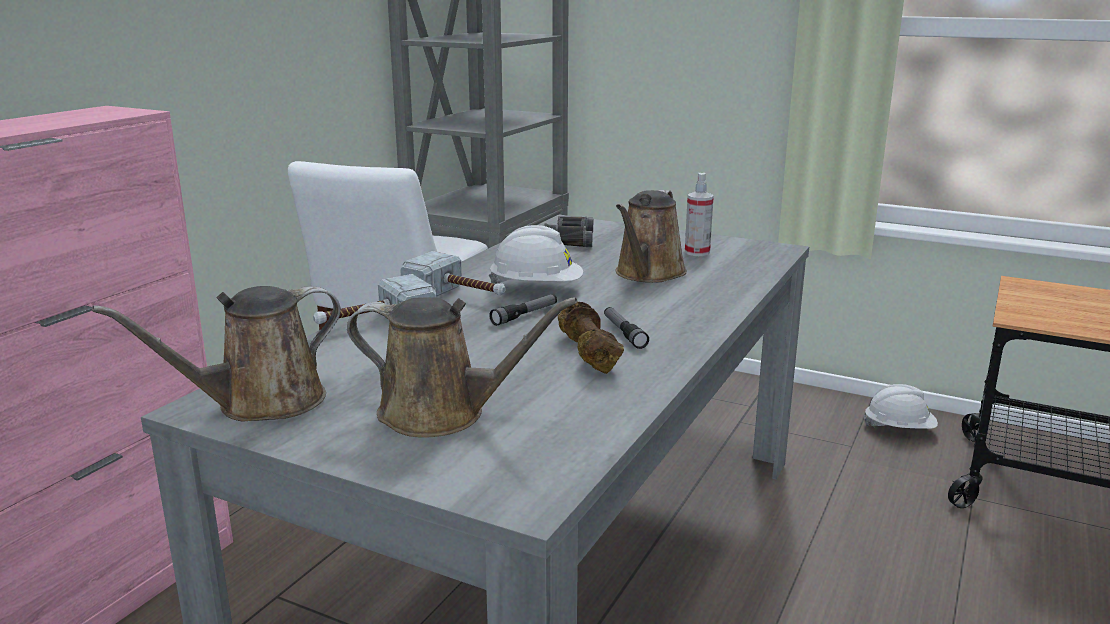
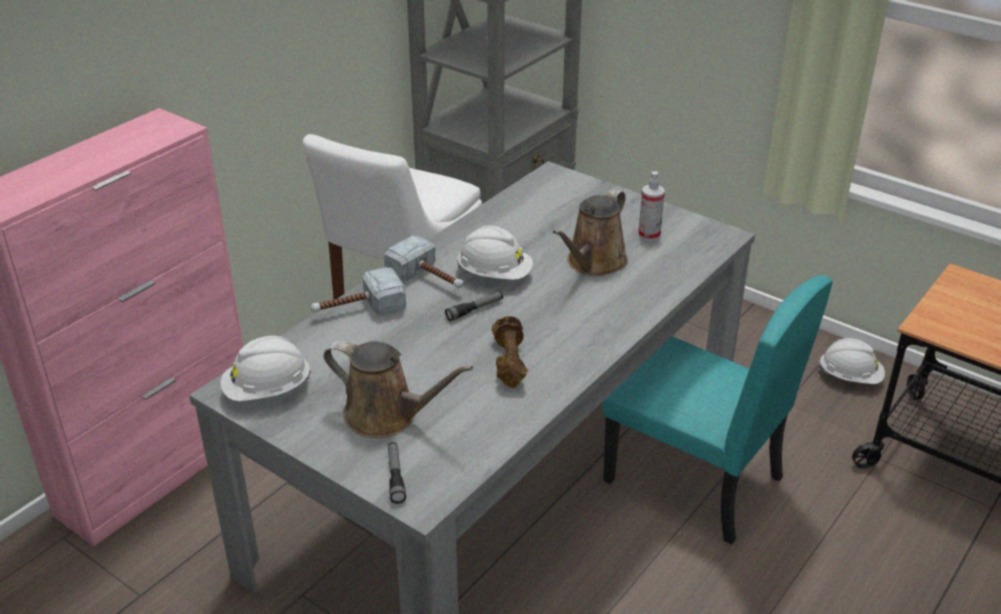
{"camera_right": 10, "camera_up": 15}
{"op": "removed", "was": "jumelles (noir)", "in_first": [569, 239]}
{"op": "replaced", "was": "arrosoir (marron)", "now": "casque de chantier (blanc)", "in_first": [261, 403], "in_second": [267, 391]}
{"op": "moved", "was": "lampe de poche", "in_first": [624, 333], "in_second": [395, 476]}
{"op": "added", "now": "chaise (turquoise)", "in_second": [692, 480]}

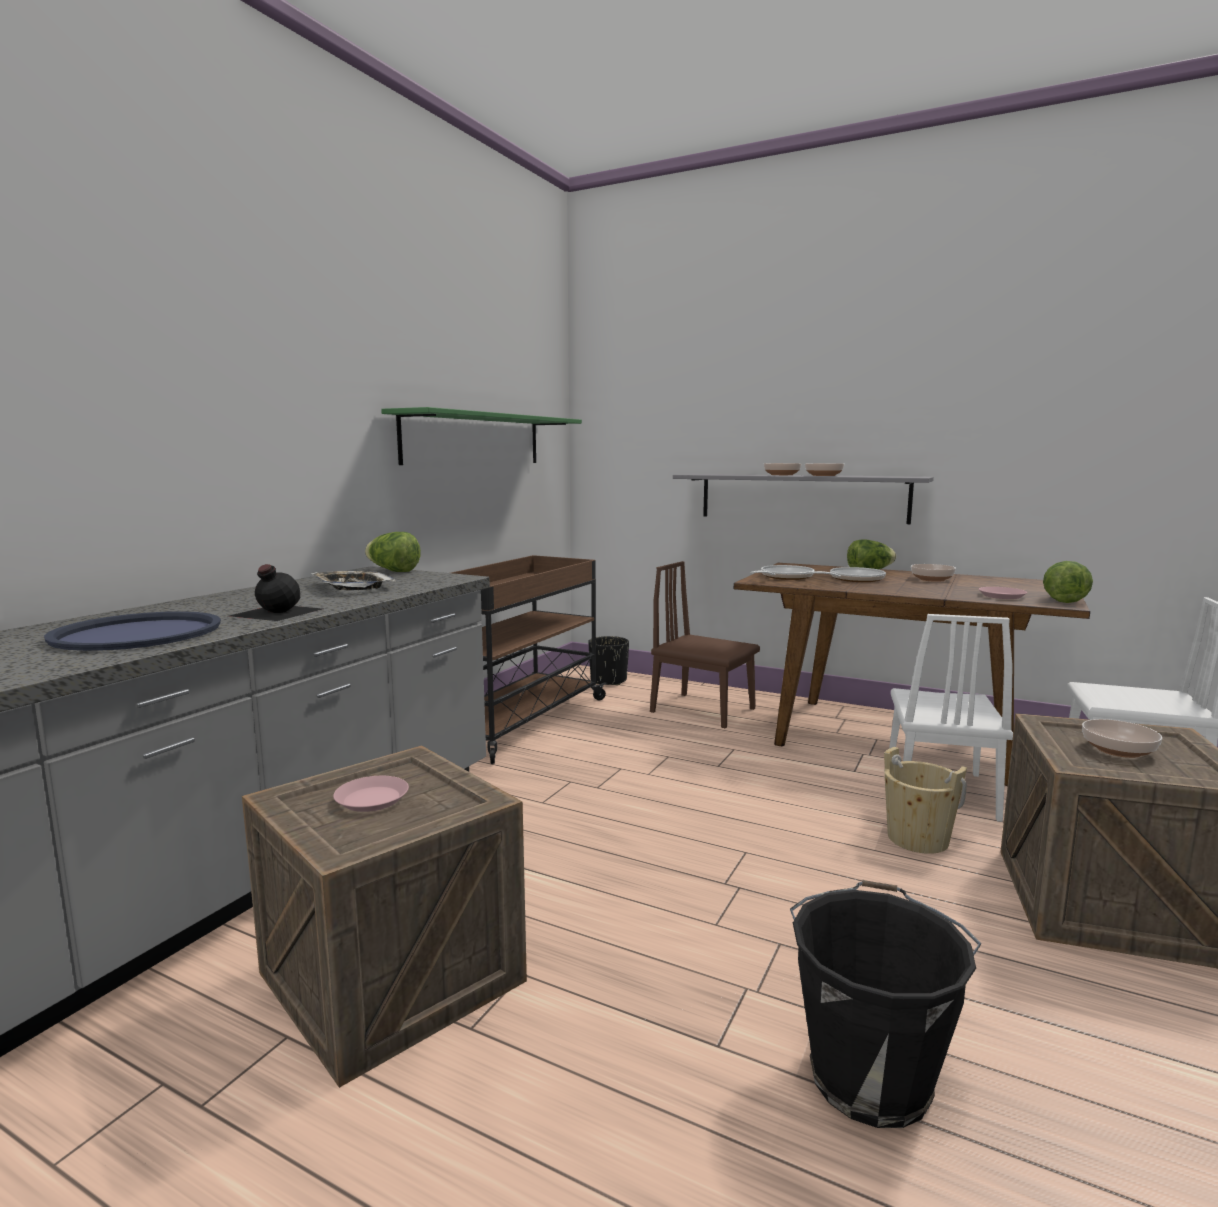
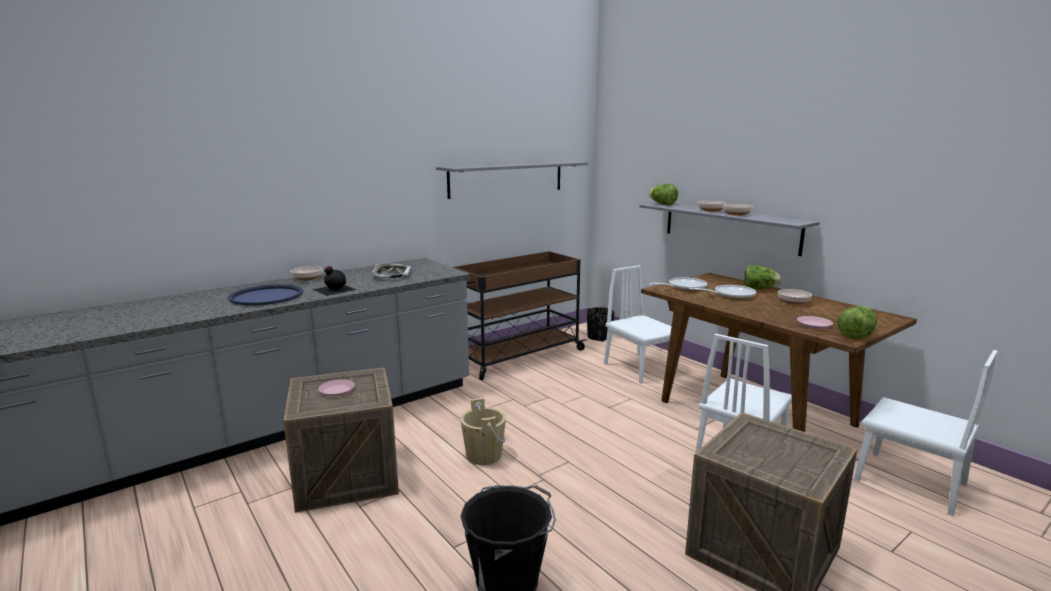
{"camera_right": 25, "camera_up": 5}
{"op": "recoloured", "was": "étagère (vert)", "now": "étagère (gris)", "in_first": [474, 439], "in_second": [507, 178]}
{"op": "moved", "was": "laitue", "in_first": [393, 571], "in_second": [662, 204]}
{"op": "recoloured", "was": "chaise (marron)", "now": "chaise (blanc)", "in_first": [703, 710], "in_second": [640, 368]}
{"op": "moved", "was": "bol", "in_first": [1120, 750], "in_second": [307, 278]}
{"op": "moved", "was": "seau (beige)", "in_first": [917, 839], "in_second": [484, 455]}

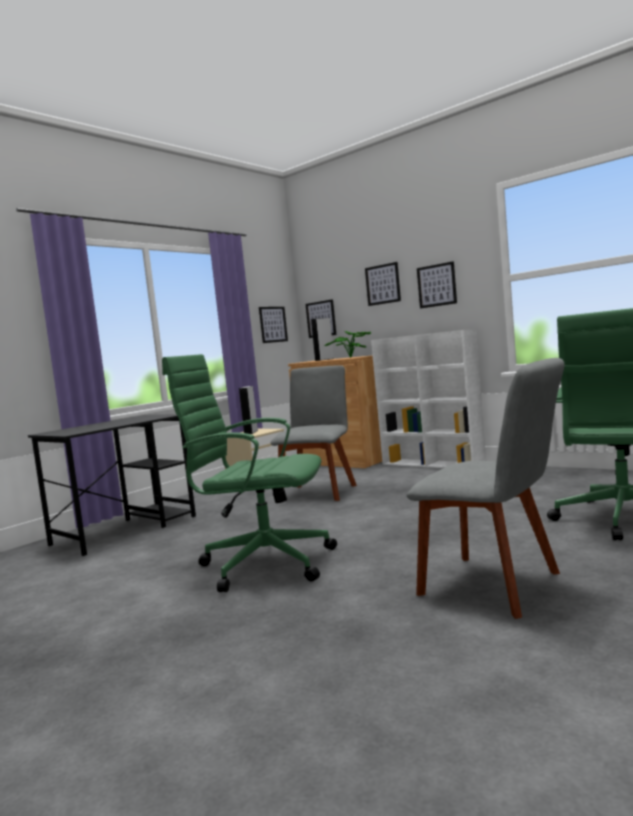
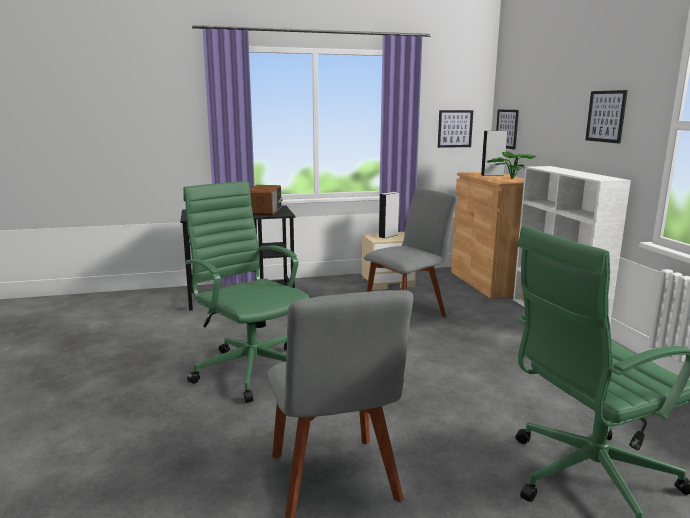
{"camera_right": 35, "camera_up": 10}
{"op": "removed", "was": "tableau", "in_first": [383, 284]}
{"op": "added", "now": "radio", "in_second": [265, 211]}

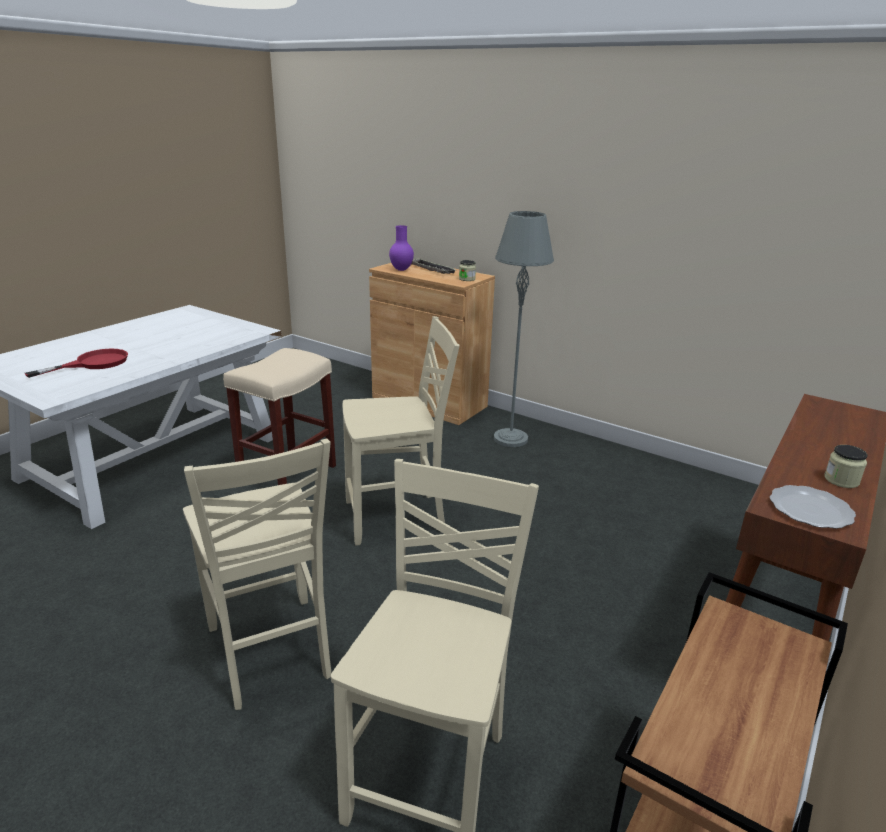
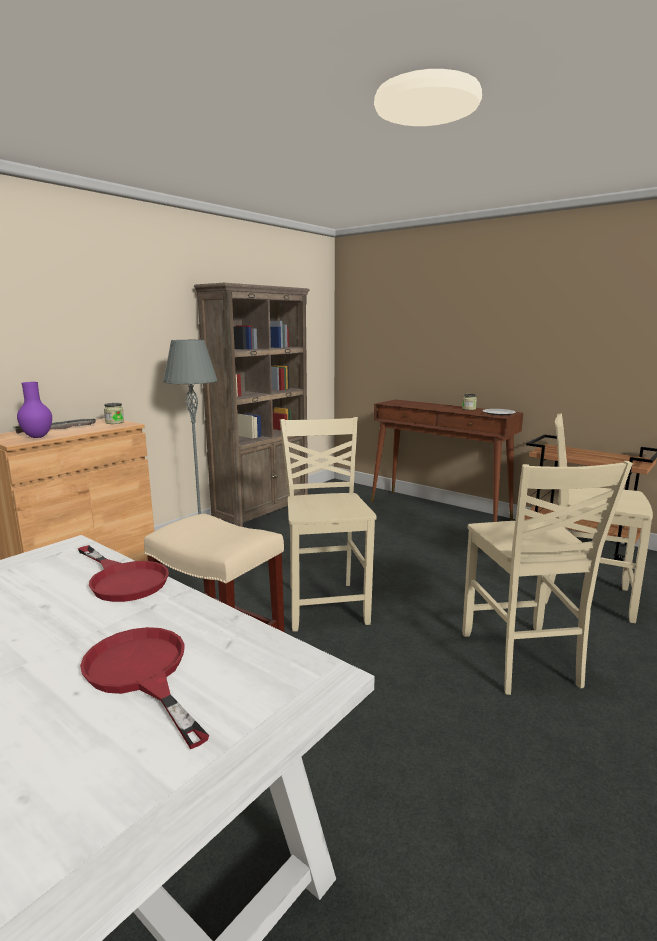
{"camera_right": -85, "camera_up": -10}
{"op": "turned", "was": "chaise (beige)", "in_first": [270, 653], "in_second": [521, 660], "clockwise": 105}
{"op": "added", "now": "bibliothèque (marron)", "in_second": [263, 513]}
{"op": "added", "now": "poêle (rouge)", "in_second": [123, 579]}

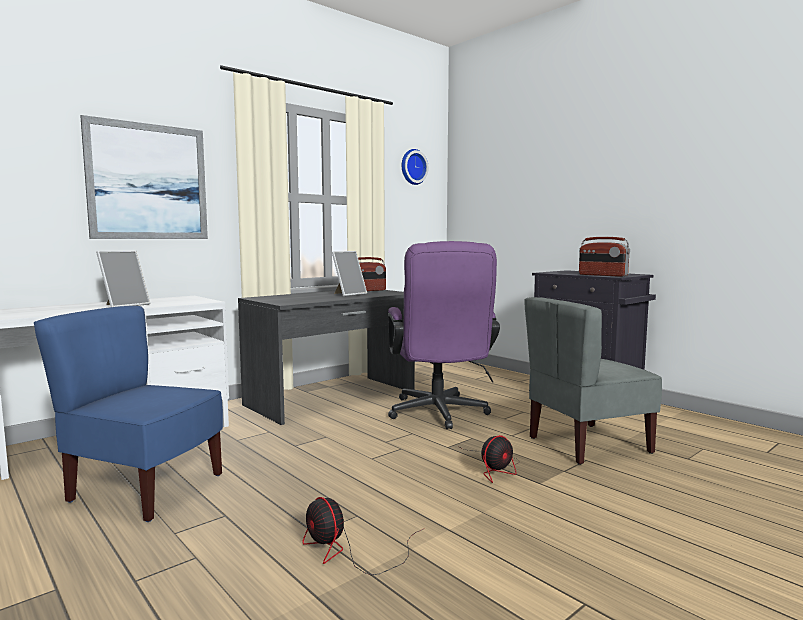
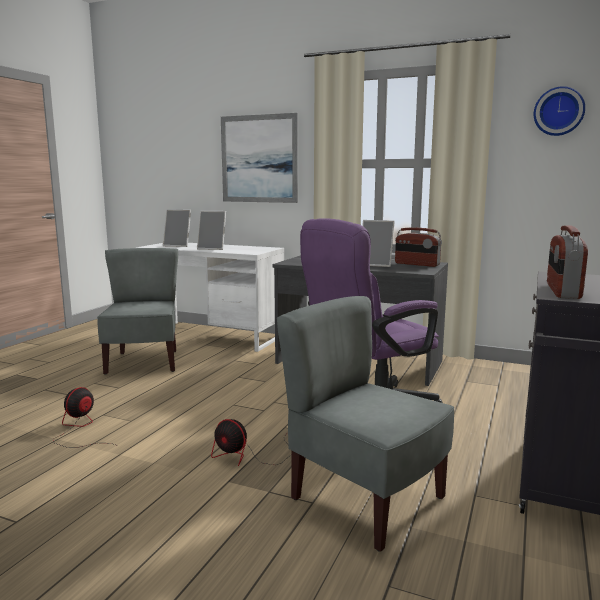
{"camera_right": 65, "camera_up": 5}
{"op": "recoloured", "was": "chaise (bleu)", "now": "chaise (gris)", "in_first": [144, 489], "in_second": [144, 362]}
{"op": "added", "now": "cadre photo", "in_second": [178, 245]}

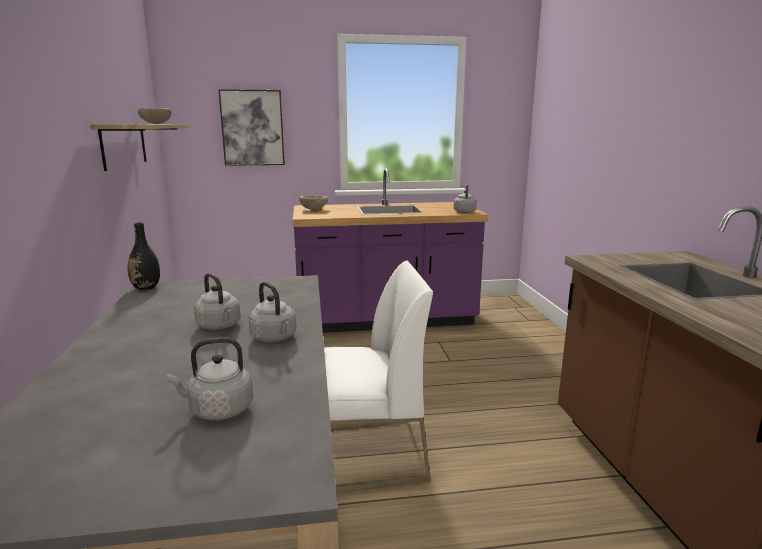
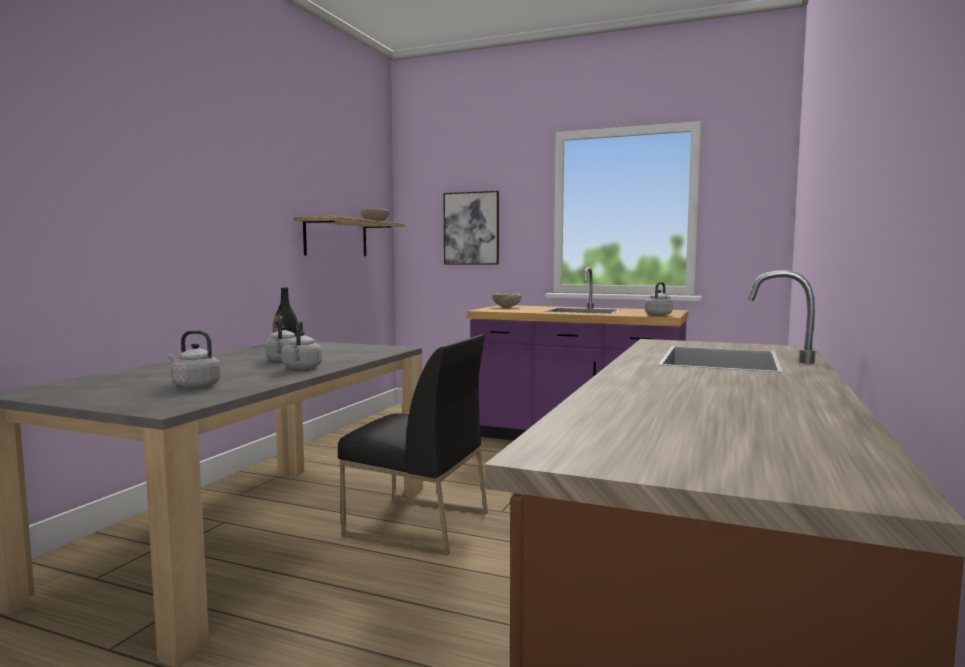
{"camera_right": 30, "camera_up": -10}
{"op": "recoloured", "was": "chaise (blanc)", "now": "chaise (noir)", "in_first": [363, 454], "in_second": [416, 524]}

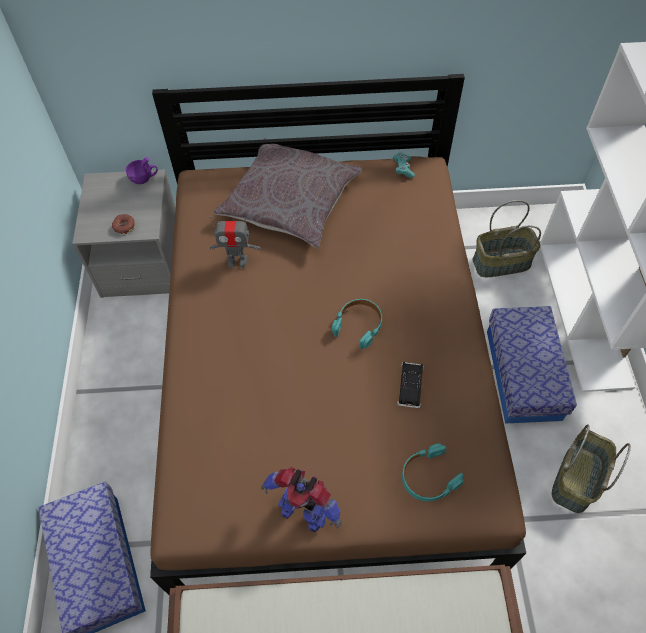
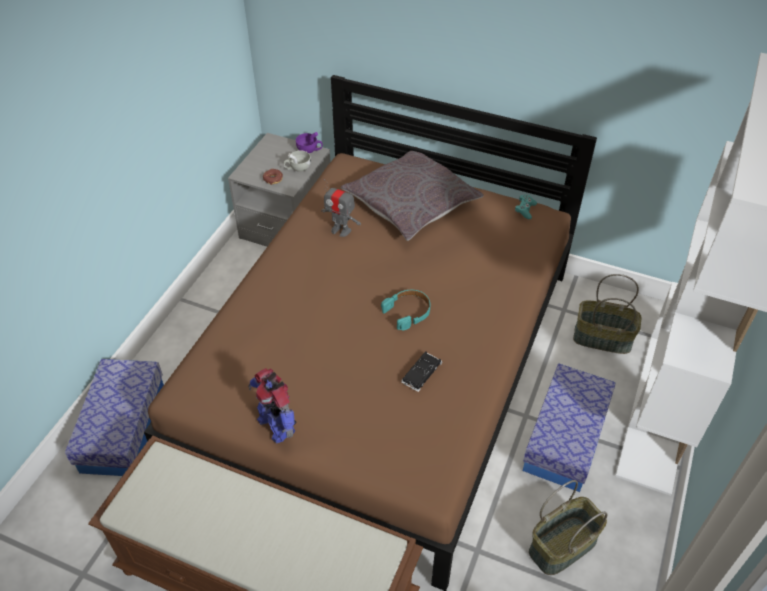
{"camera_right": 25, "camera_up": -10}
{"op": "removed", "was": "casque audio (turquoise)", "in_first": [428, 477]}
{"op": "added", "now": "tasse (blanc)", "in_second": [297, 168]}

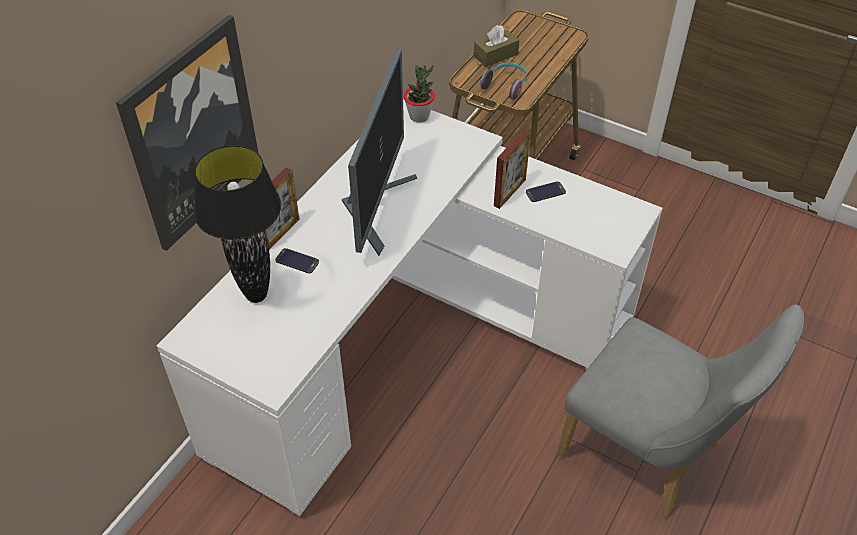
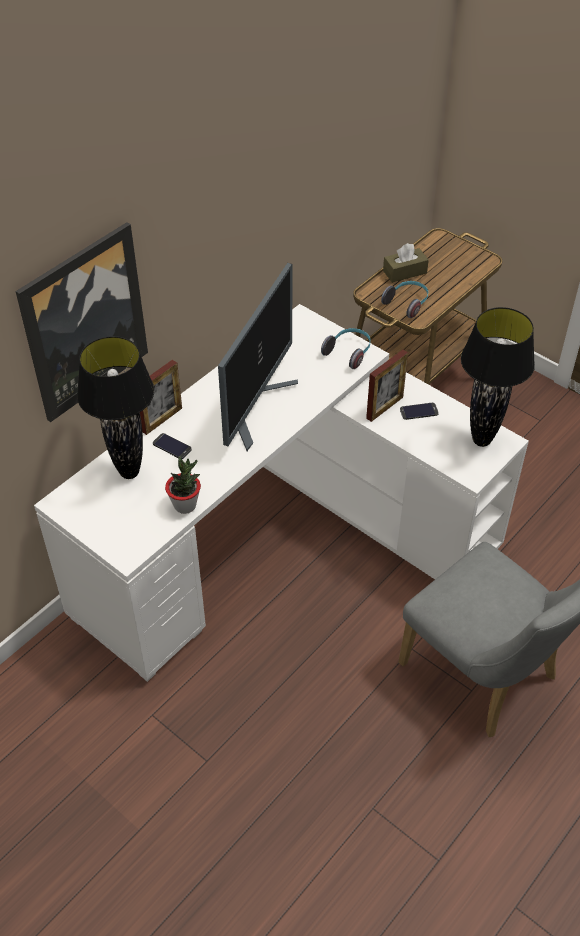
{"camera_right": 10, "camera_up": 0}
{"op": "moved", "was": "plante en pot", "in_first": [419, 116], "in_second": [185, 505]}
{"op": "added", "now": "lampe de table (noir)", "in_second": [482, 440]}
{"op": "added", "now": "casque audio", "in_second": [349, 353]}

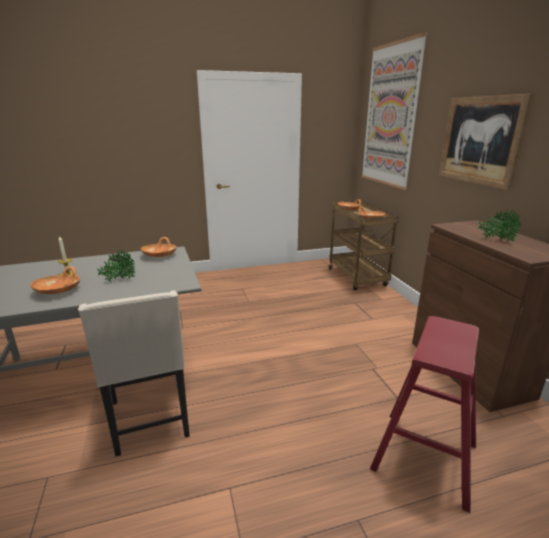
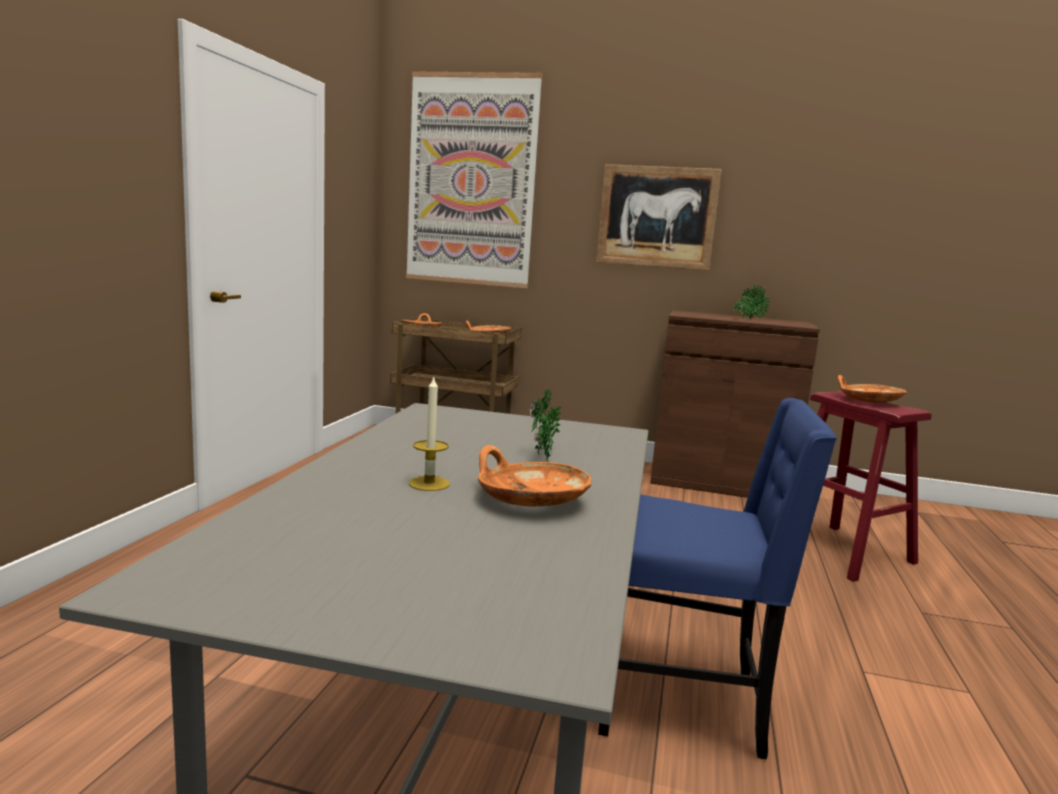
{"camera_right": -60, "camera_up": -10}
{"op": "moved", "was": "bol (orange)", "in_first": [160, 255], "in_second": [869, 401]}
{"op": "recoloured", "was": "chaise (beige)", "now": "chaise (bleu)", "in_first": [151, 420], "in_second": [683, 701]}

